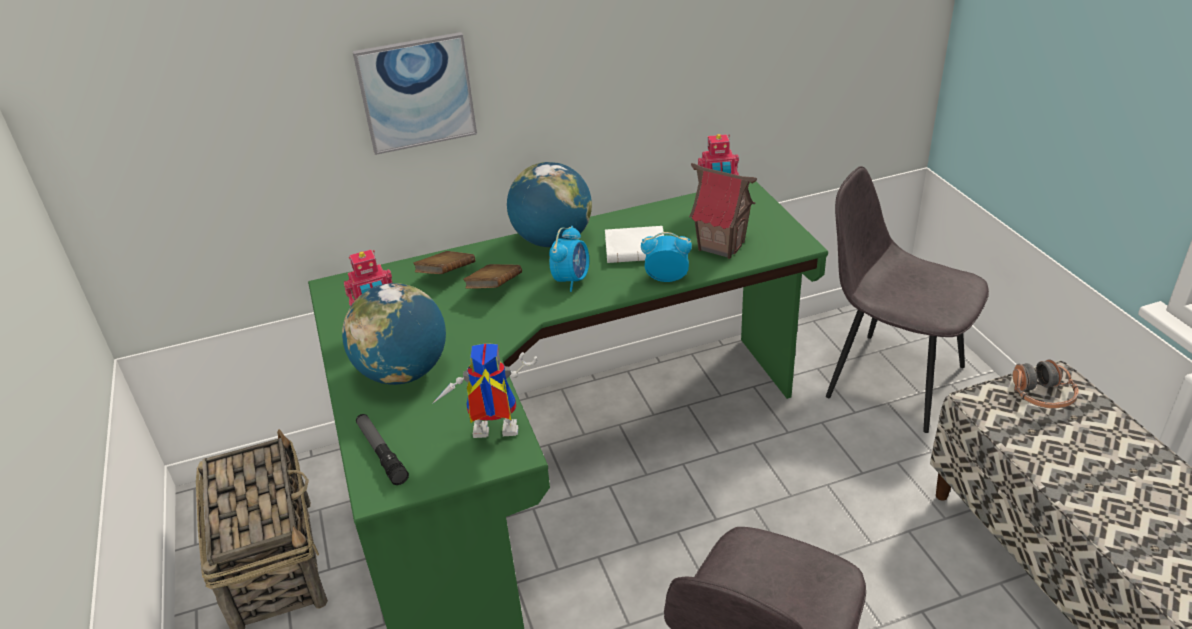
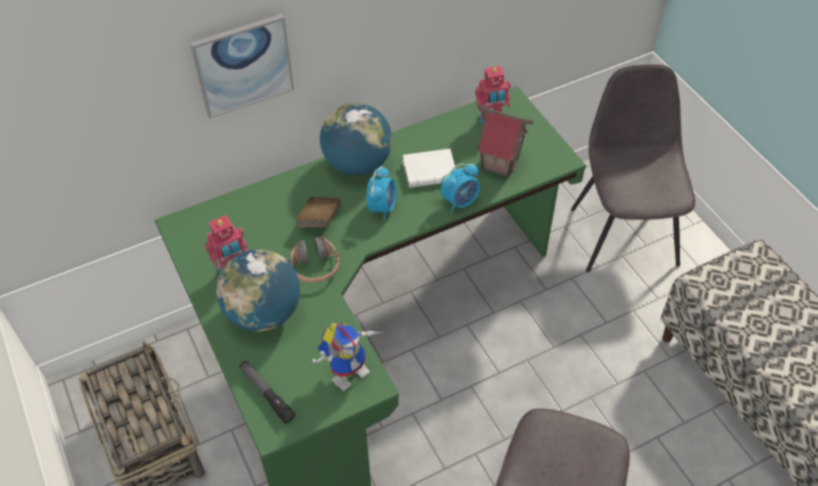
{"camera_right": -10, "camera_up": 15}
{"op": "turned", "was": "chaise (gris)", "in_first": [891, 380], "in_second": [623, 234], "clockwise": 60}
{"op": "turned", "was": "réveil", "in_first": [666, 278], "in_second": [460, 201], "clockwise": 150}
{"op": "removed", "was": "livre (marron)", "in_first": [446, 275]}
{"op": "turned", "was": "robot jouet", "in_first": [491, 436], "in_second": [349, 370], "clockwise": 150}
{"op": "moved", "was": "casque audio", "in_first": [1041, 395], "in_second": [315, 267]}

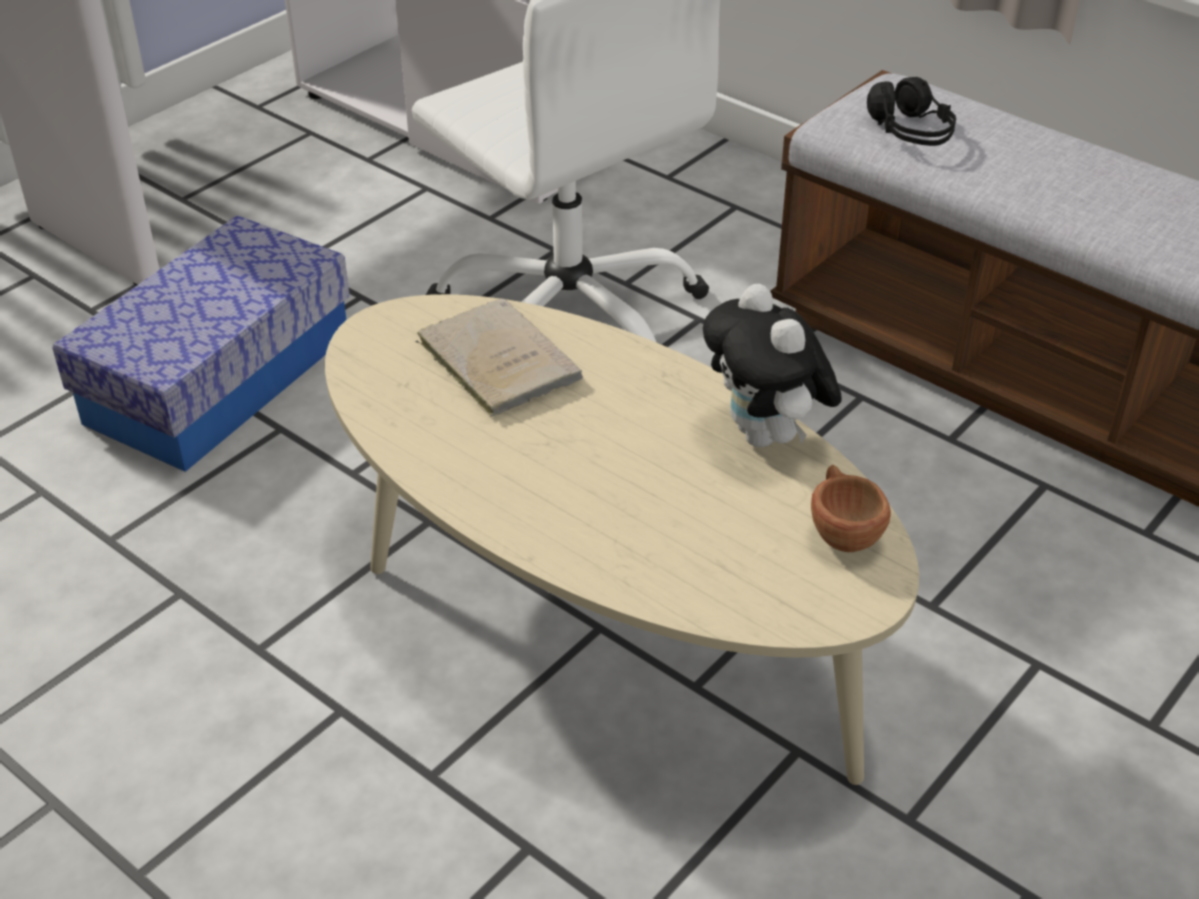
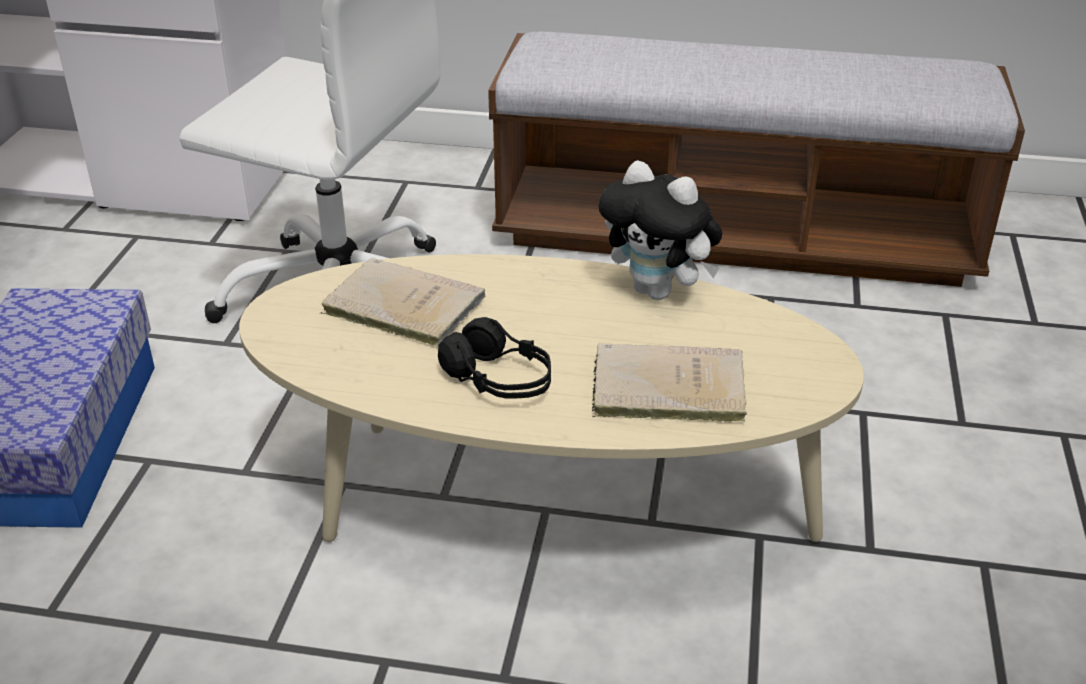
{"camera_right": -30, "camera_up": -5}
{"op": "moved", "was": "casque audio (noir)", "in_first": [911, 132], "in_second": [499, 380]}
{"op": "removed", "was": "tasse (marron)", "in_first": [842, 530]}
{"op": "added", "now": "livre (beige)", "in_second": [663, 388]}

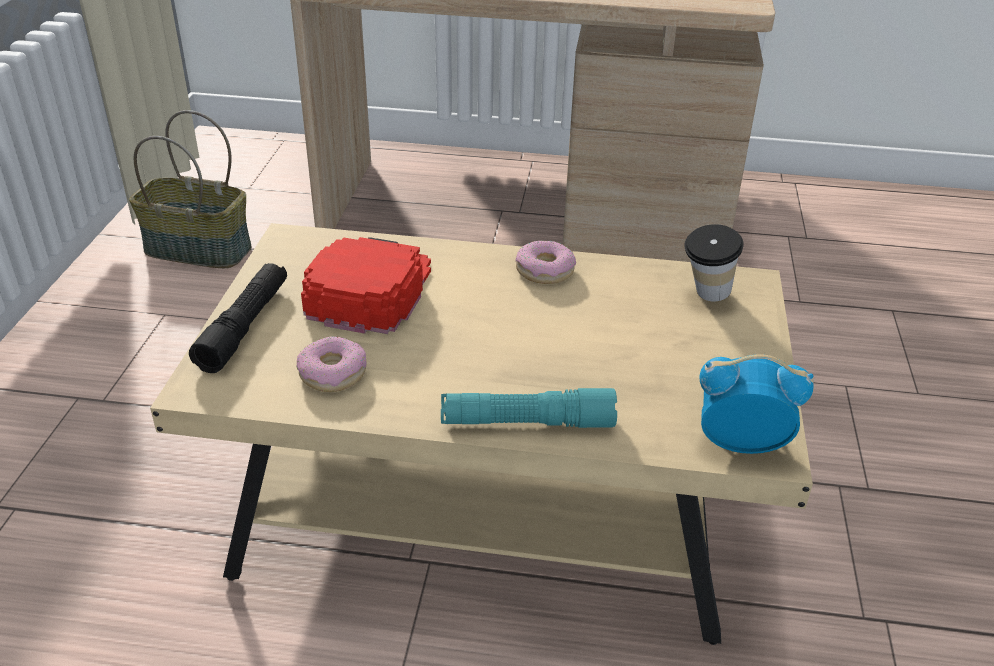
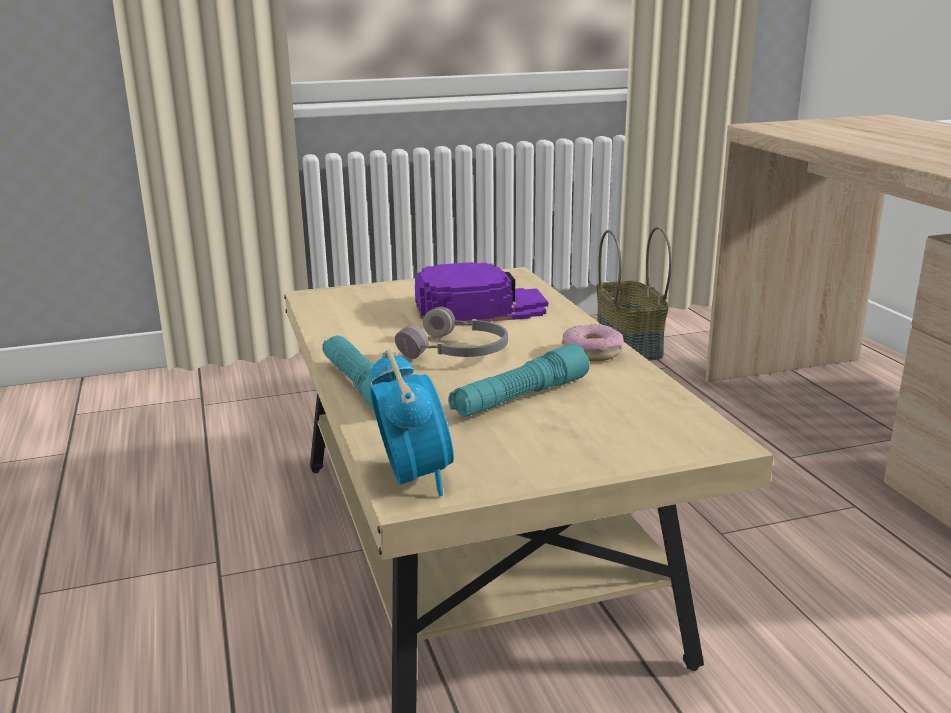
{"camera_right": 65, "camera_up": -15}
{"op": "removed", "was": "tasse", "in_first": [705, 297]}
{"op": "recoloured", "was": "casquette (rouge)", "now": "casquette (violet)", "in_first": [370, 289], "in_second": [479, 307]}
{"op": "removed", "was": "lampe de poche (noir)", "in_first": [245, 326]}
{"op": "removed", "was": "beignet", "in_first": [333, 373]}
{"op": "added", "now": "casque audio (gris)", "in_second": [456, 352]}
{"op": "added", "now": "lampe de poche (turquoise)", "in_second": [520, 398]}

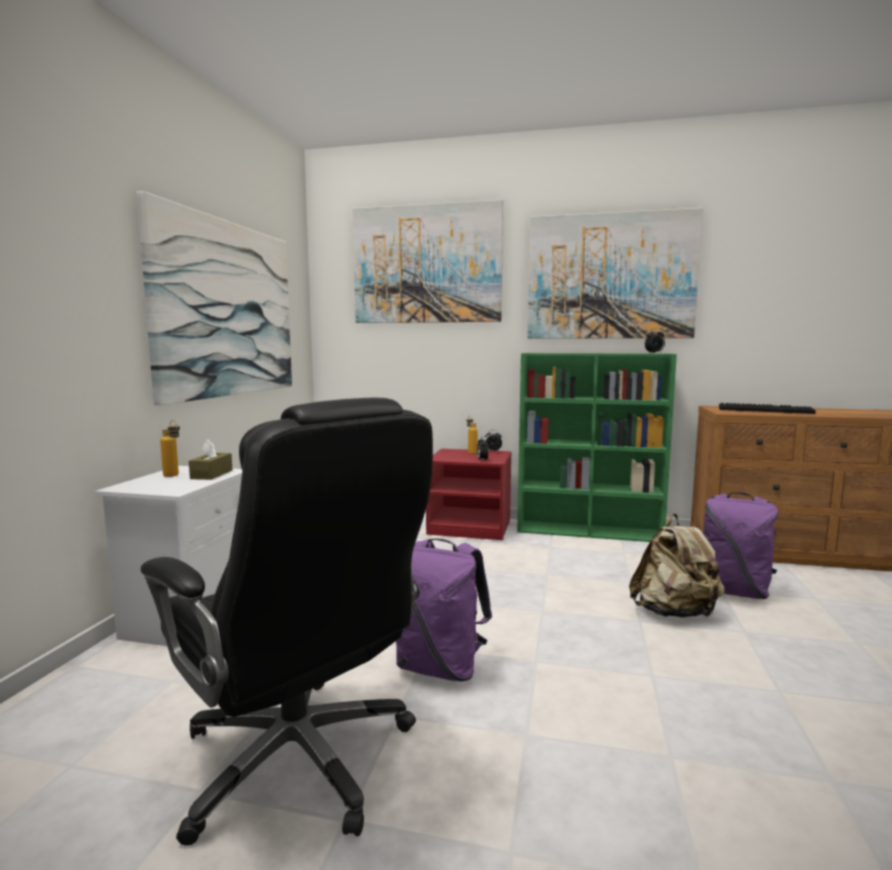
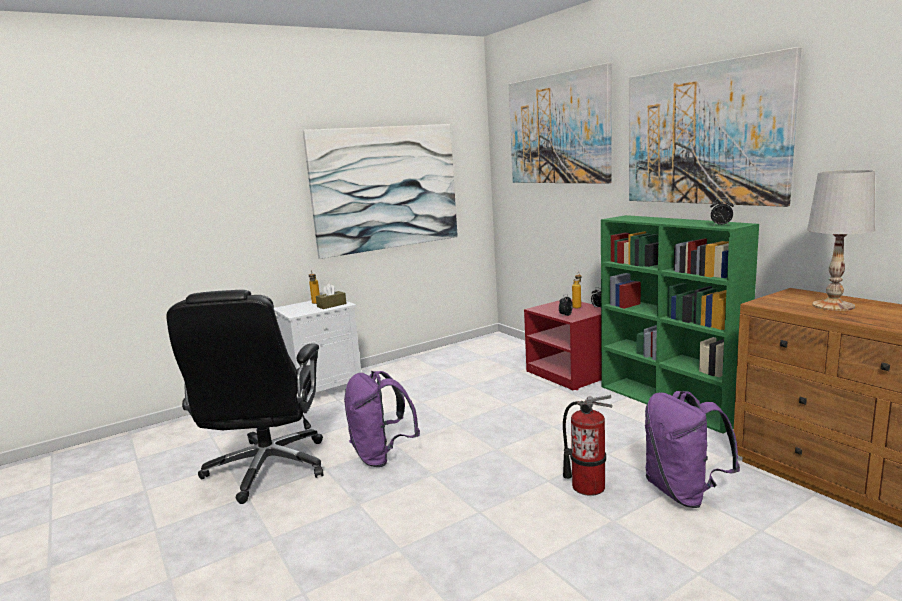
{"camera_right": 45, "camera_up": 5}
{"op": "replaced", "was": "clavier", "now": "lampe de table (blanc)", "in_first": [765, 410], "in_second": [834, 306]}
{"op": "replaced", "was": "sac à dos (beige)", "now": "extincteur", "in_first": [674, 613], "in_second": [588, 486]}

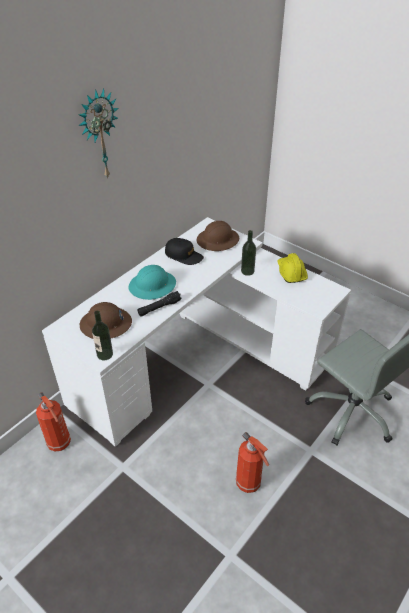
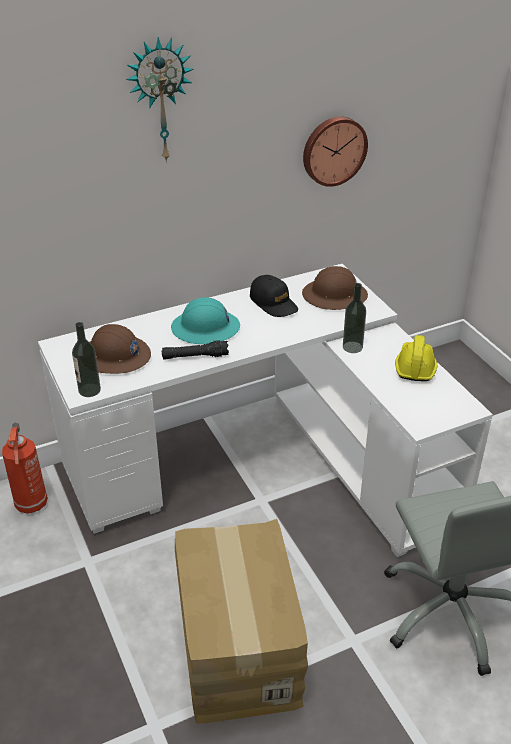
{"camera_right": 25, "camera_up": -5}
{"op": "replaced", "was": "extincteur", "now": "carton", "in_first": [249, 484], "in_second": [236, 648]}
{"op": "added", "now": "horloge murale", "in_second": [333, 150]}

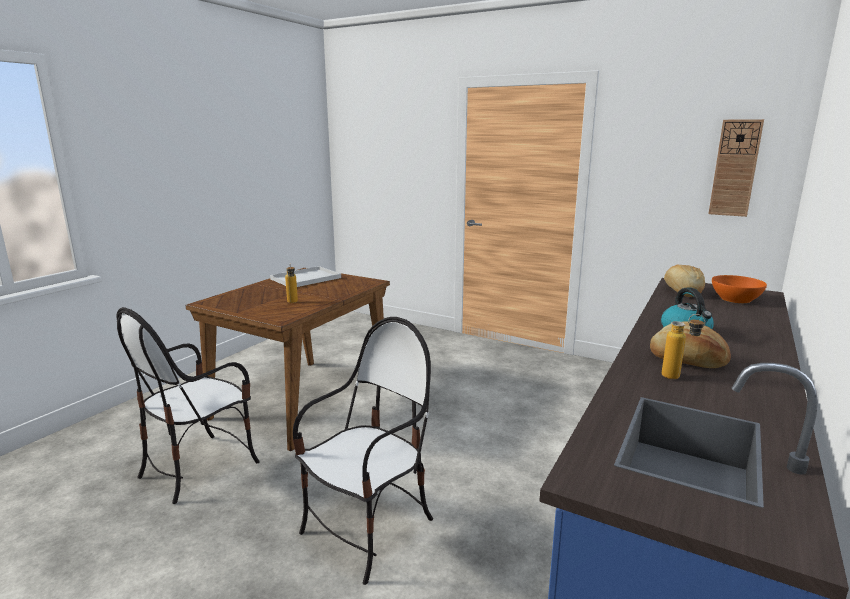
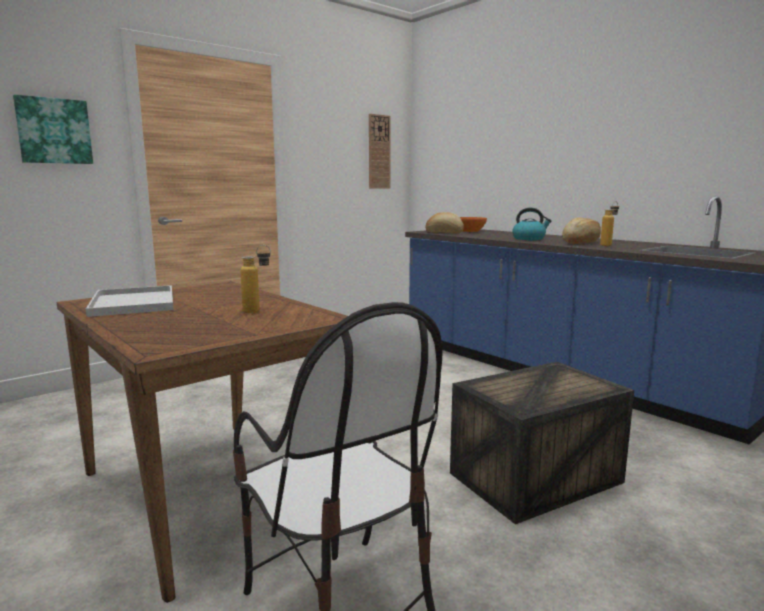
{"camera_right": -70, "camera_up": -5}
{"op": "replaced", "was": "chaise", "now": "caisse", "in_first": [369, 530], "in_second": [536, 477]}
{"op": "added", "now": "tableau", "in_second": [54, 131]}

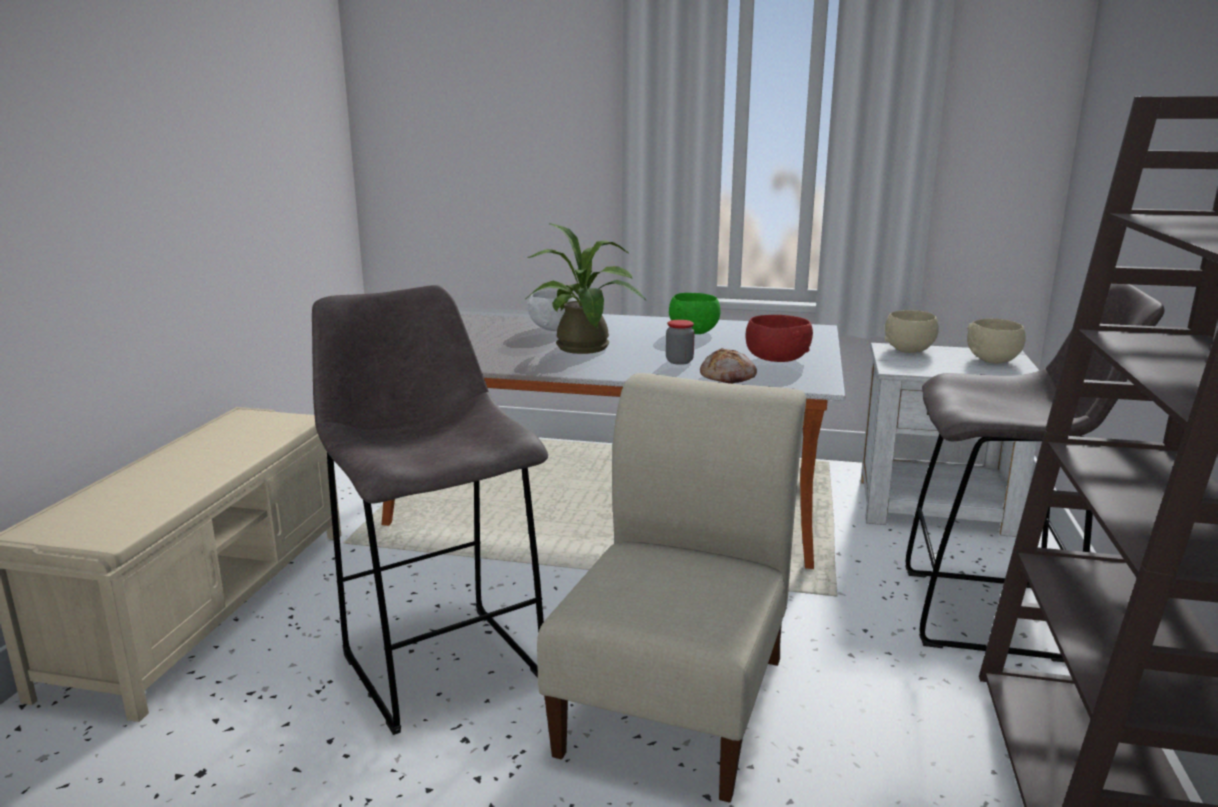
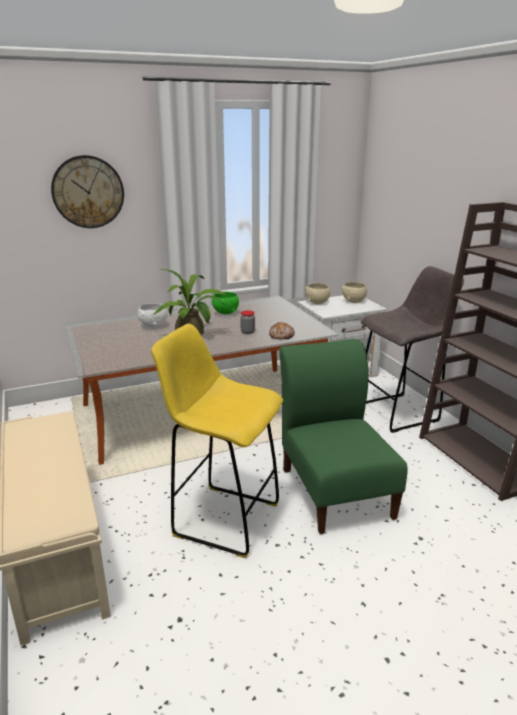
{"camera_right": -35, "camera_up": 5}
{"op": "recoloured", "was": "tabouret (gris)", "now": "tabouret (jaune)", "in_first": [440, 662], "in_second": [223, 518]}
{"op": "removed", "was": "bol (rouge)", "in_first": [776, 360]}
{"op": "recoloured", "was": "chaise (beige)", "now": "chaise (vert)", "in_first": [677, 697], "in_second": [335, 489]}
{"op": "added", "now": "horloge murale", "in_second": [88, 192]}

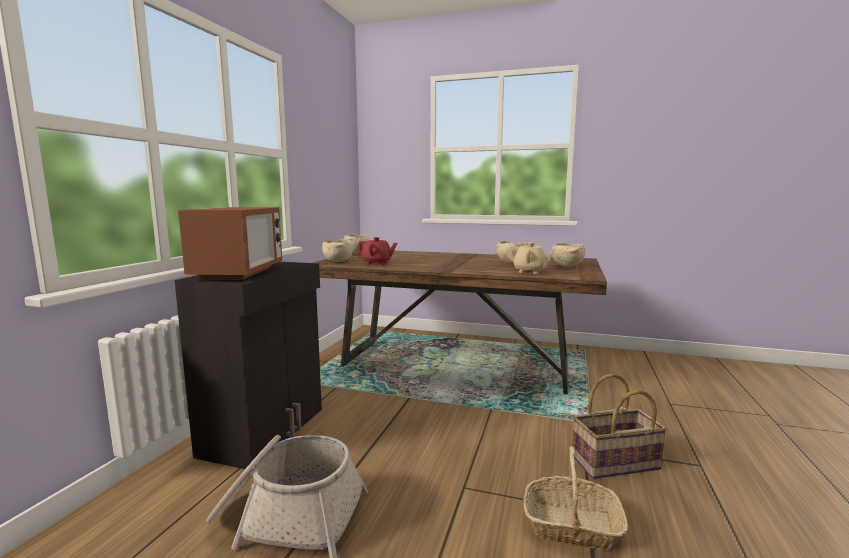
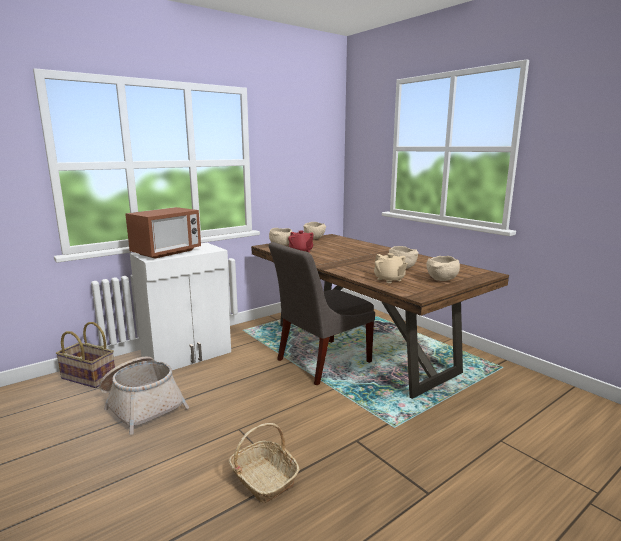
{"camera_right": 35, "camera_up": 5}
{"op": "recoloured", "was": "meuble de rangement (noir)", "now": "meuble de rangement (blanc)", "in_first": [266, 431], "in_second": [188, 355]}
{"op": "moved", "was": "panier", "in_first": [615, 463], "in_second": [87, 378]}
{"op": "added", "now": "chaise (gris)", "in_second": [320, 362]}

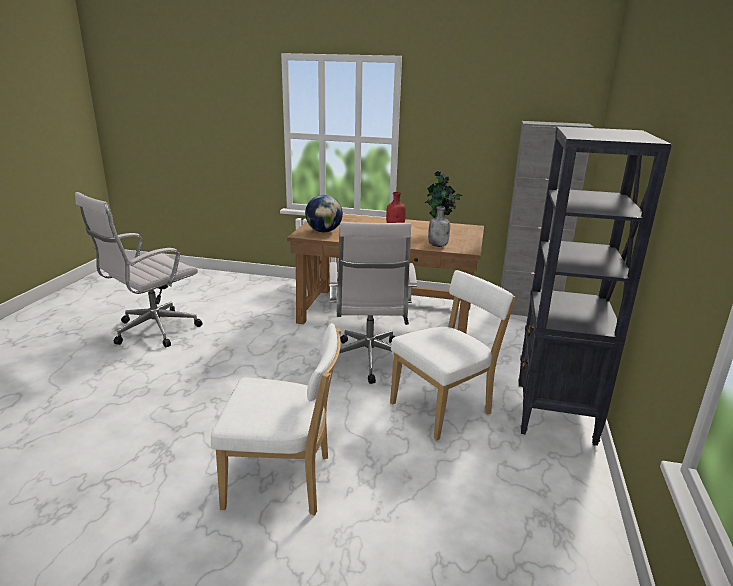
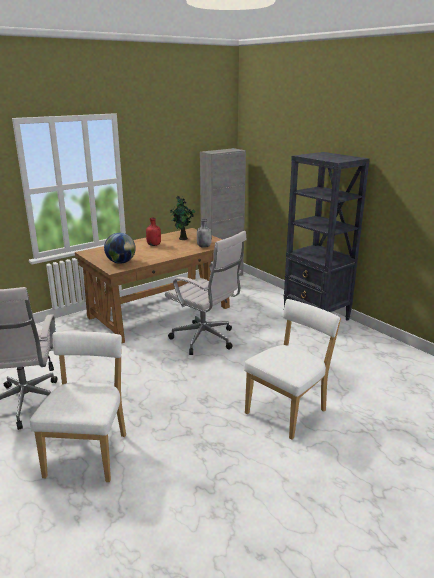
{"camera_right": -50, "camera_up": 0}
{"op": "moved", "was": "chaise (blanc)", "in_first": [444, 407], "in_second": [89, 452]}

